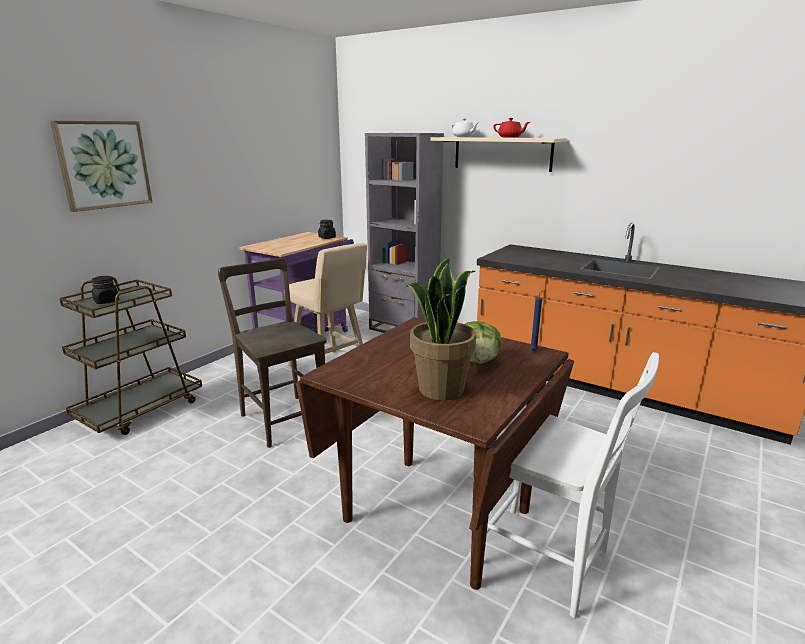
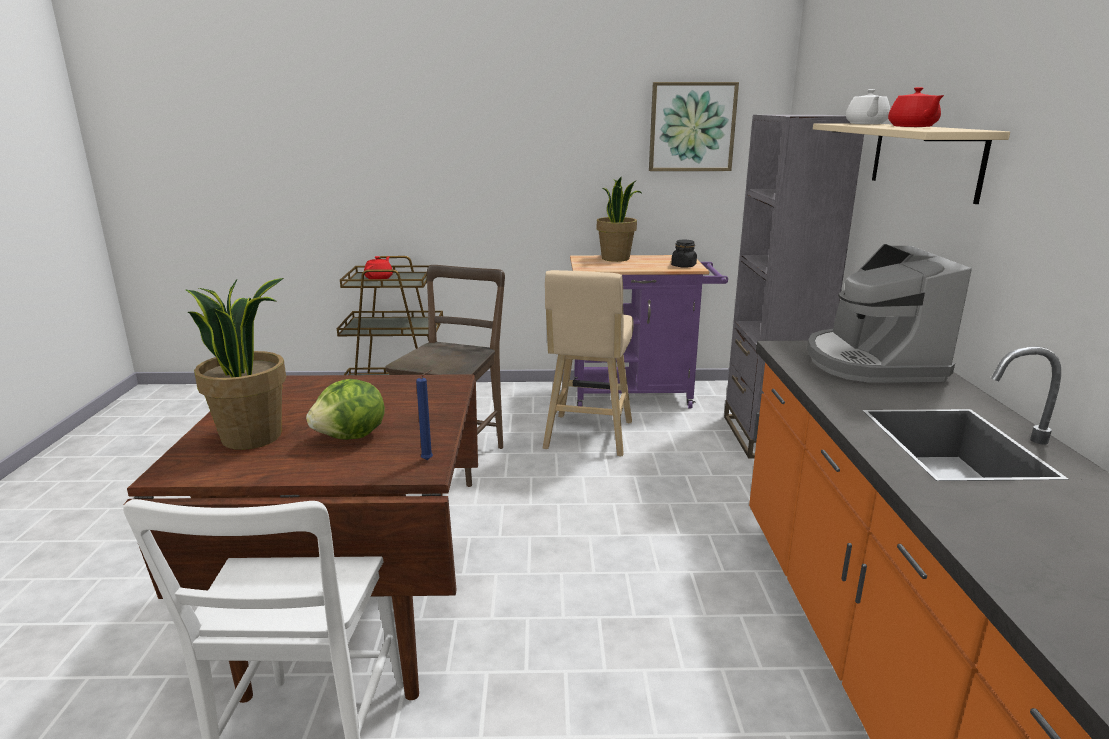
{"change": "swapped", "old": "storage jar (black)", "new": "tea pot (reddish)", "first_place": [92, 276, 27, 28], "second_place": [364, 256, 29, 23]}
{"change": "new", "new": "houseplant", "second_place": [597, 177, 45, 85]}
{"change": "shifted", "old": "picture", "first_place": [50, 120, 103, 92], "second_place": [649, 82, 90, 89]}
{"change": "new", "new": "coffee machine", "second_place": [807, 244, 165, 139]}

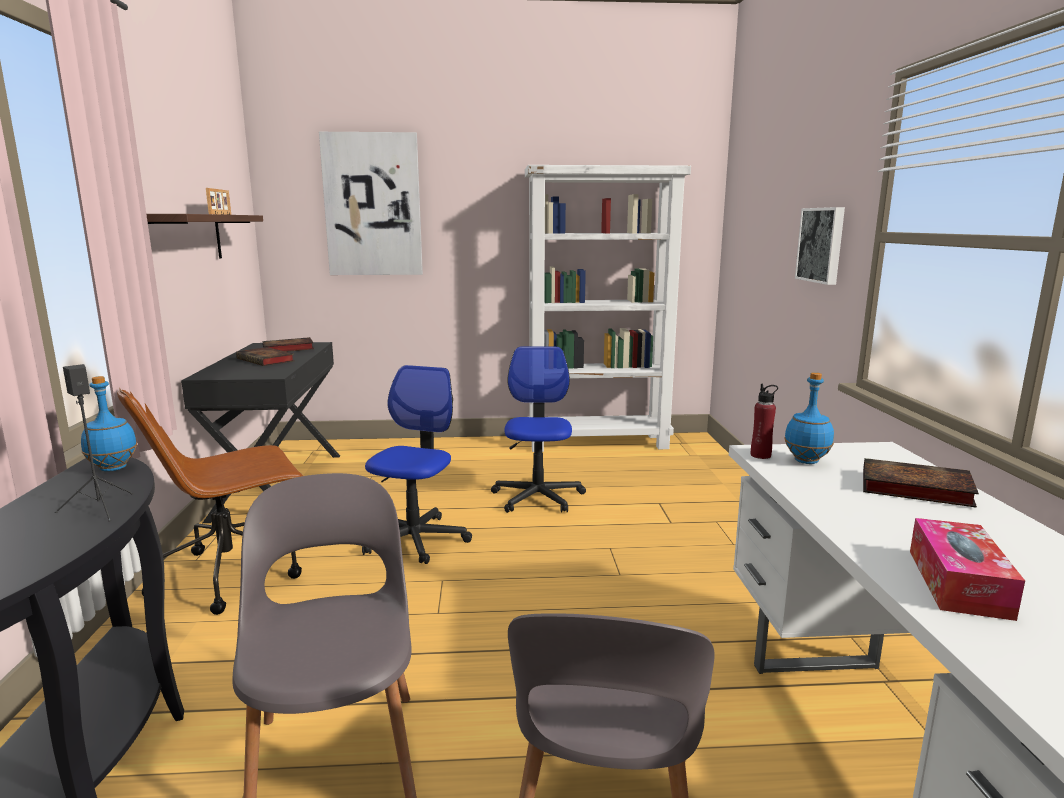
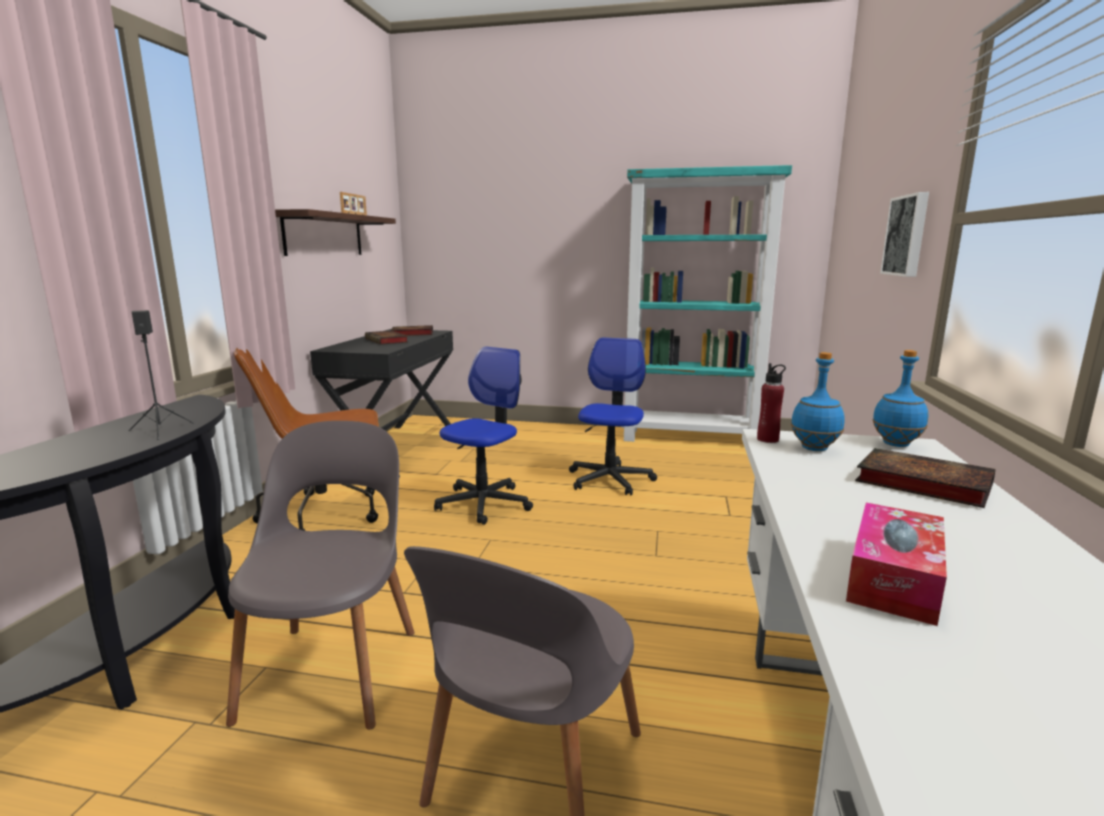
{"change": "repainted", "old": "shelving unit (white)", "new": "shelving unit (turquoise-coloured)", "first_place": [525, 165, 166, 287], "second_place": [621, 165, 171, 277]}
{"change": "shifted", "old": "drink bottle (blue-coloured)", "first_place": [81, 376, 56, 96], "second_place": [872, 350, 56, 97]}
{"change": "gone", "old": "picture", "first_place": [319, 132, 104, 143]}

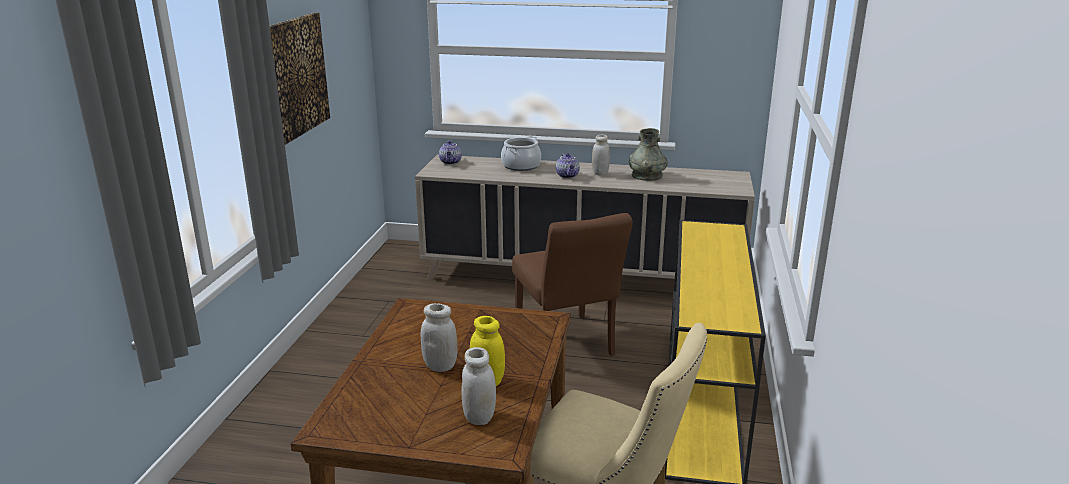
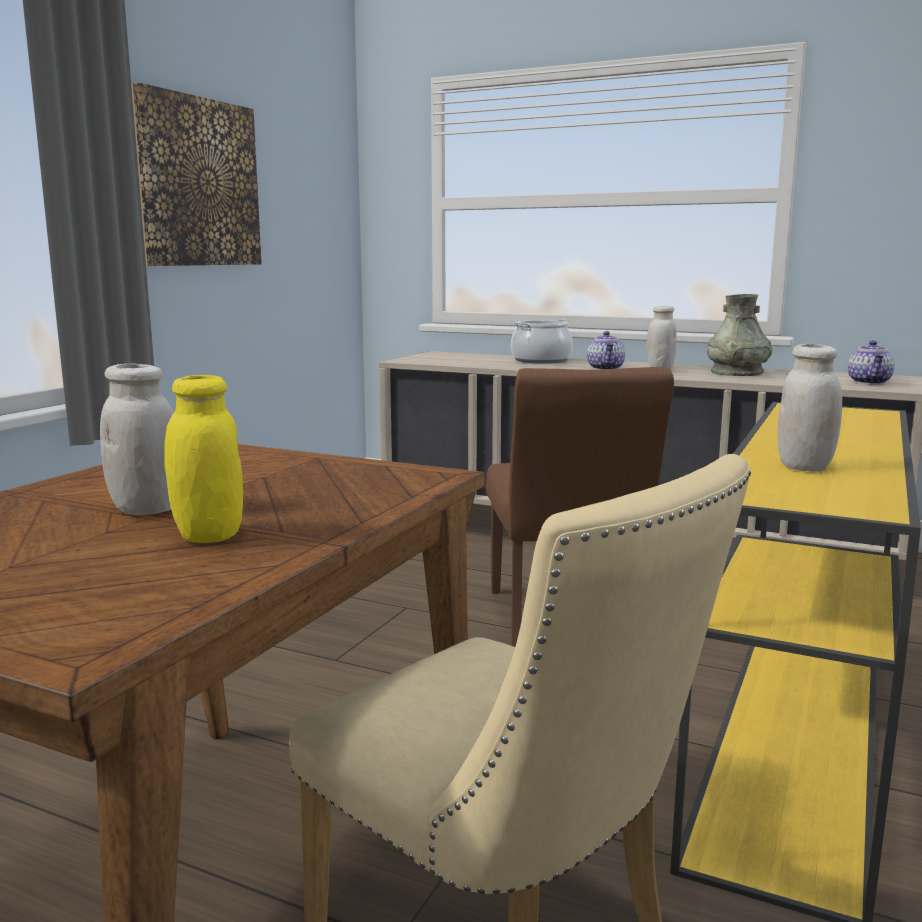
{"change": "shifted", "old": "storage jar (white)", "first_place": [461, 347, 35, 78], "second_place": [777, 344, 65, 128]}
{"change": "shifted", "old": "tea pot", "first_place": [439, 141, 23, 24], "second_place": [848, 341, 47, 44]}

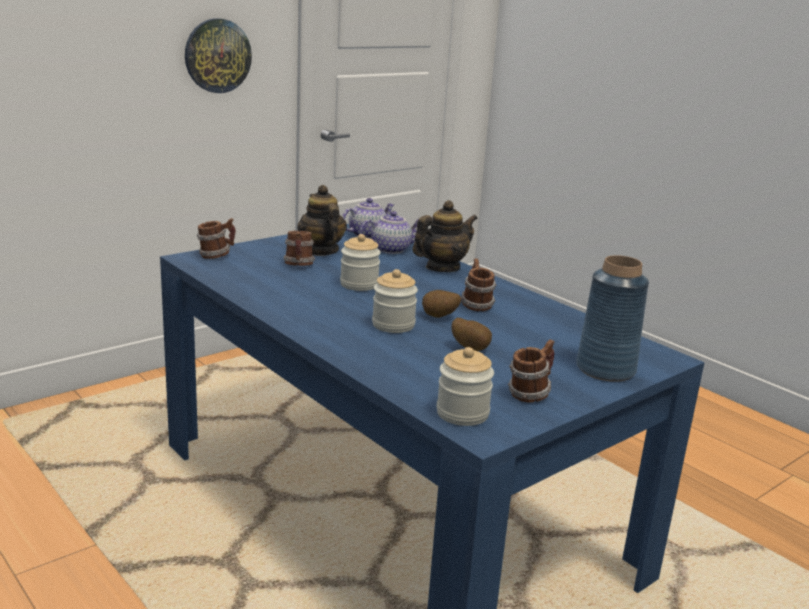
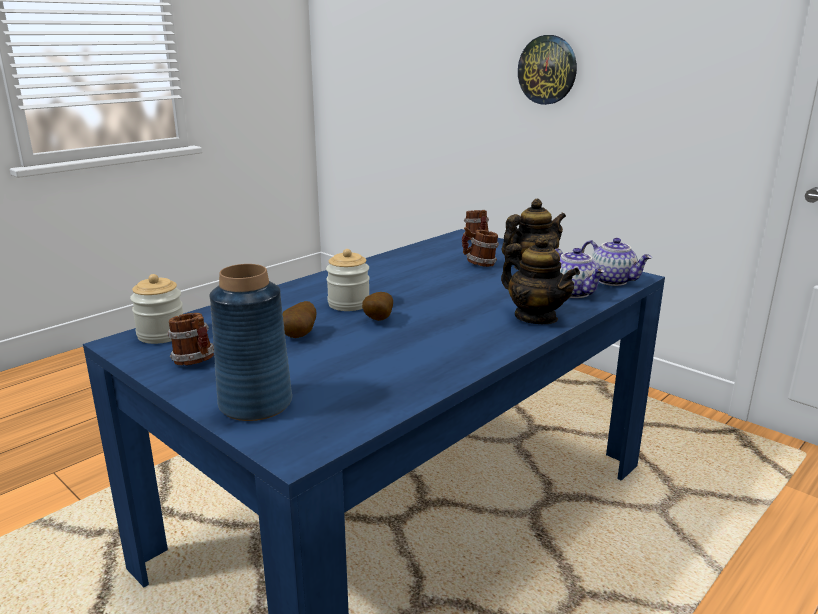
{"change": "shifted", "old": "wall clock", "first_place": [185, 18, 67, 75], "second_place": [518, 35, 59, 70]}
{"change": "gone", "old": "storage jar", "first_place": [340, 234, 41, 57]}
{"change": "gone", "old": "mug", "first_place": [461, 259, 35, 52]}

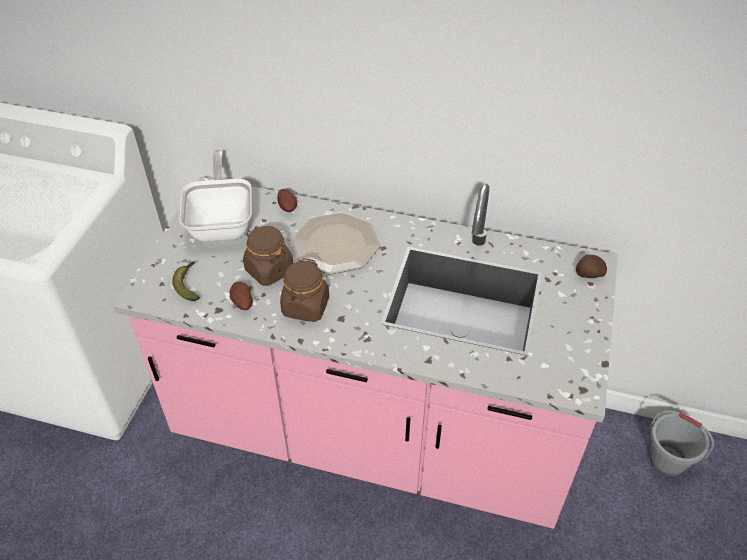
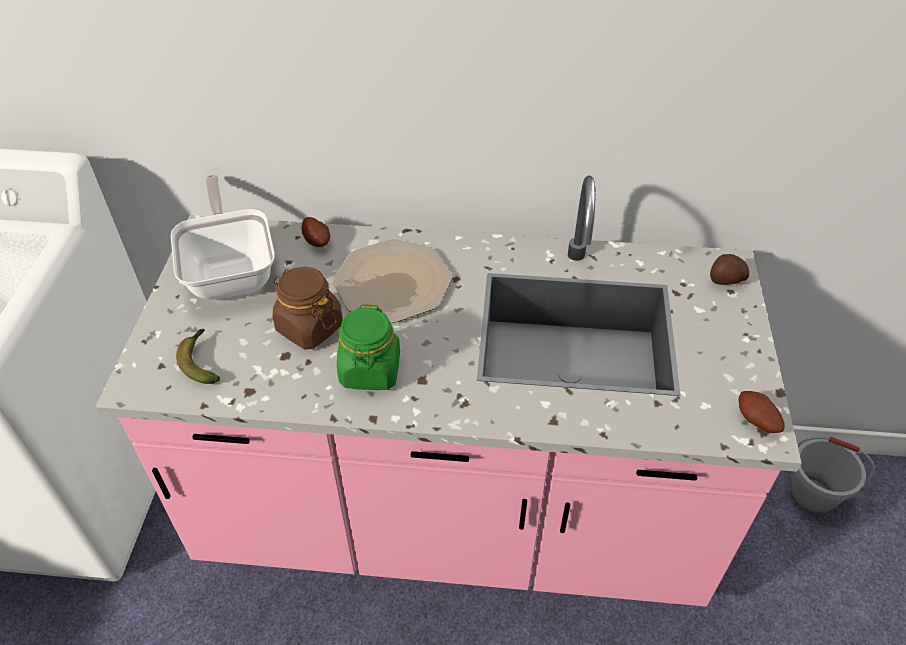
{"change": "repainted", "old": "storage jar (brown)", "new": "storage jar (green)", "first_place": [280, 258, 49, 64], "second_place": [337, 304, 63, 86]}
{"change": "shifted", "old": "whole potato", "first_place": [230, 282, 23, 28], "second_place": [739, 391, 46, 42]}

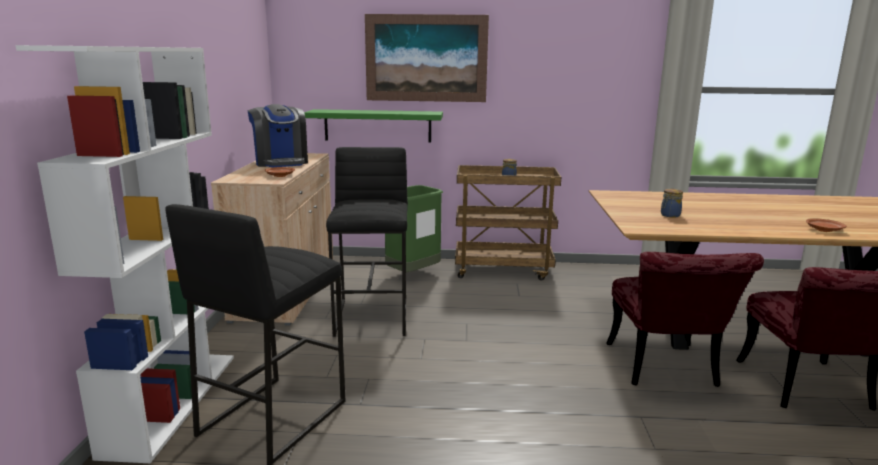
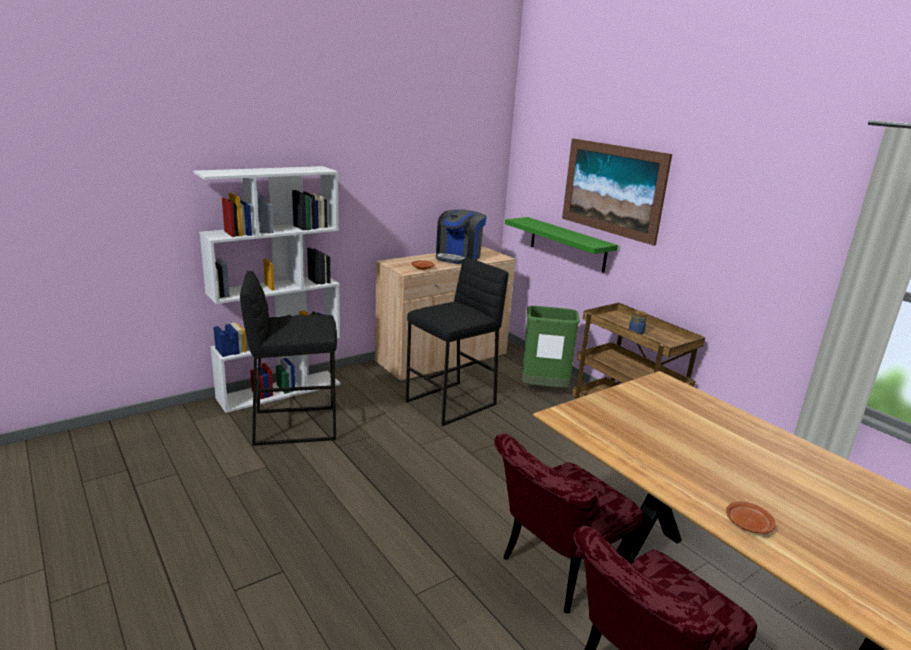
{"change": "gone", "old": "storage jar", "first_place": [661, 189, 22, 29]}

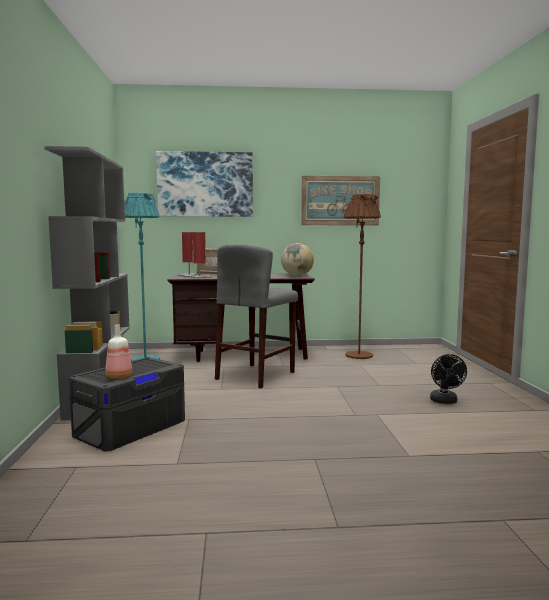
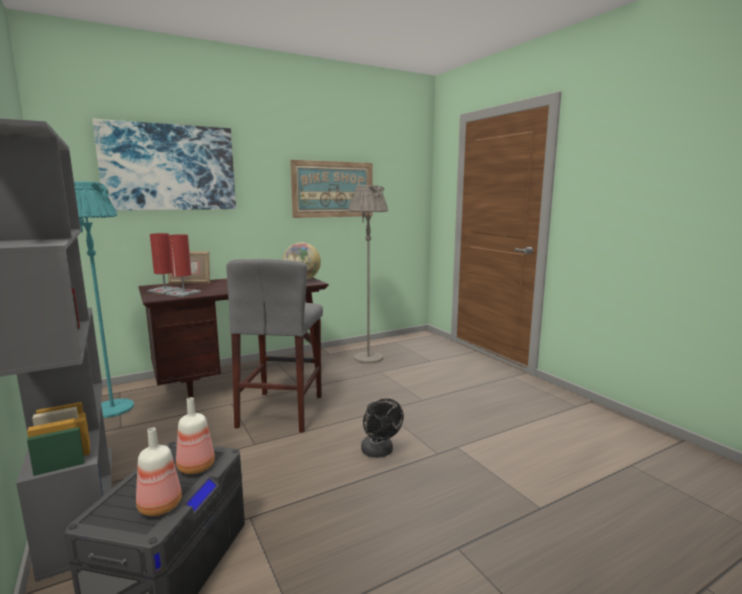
{"change": "new", "new": "drink bottle", "second_place": [176, 397, 39, 77]}
{"change": "repainted", "old": "floor lamp (brown)", "new": "floor lamp (greyish)", "first_place": [344, 194, 37, 165], "second_place": [348, 185, 40, 178]}
{"change": "shifted", "old": "electric fan (black)", "first_place": [430, 354, 37, 50], "second_place": [361, 398, 43, 60]}

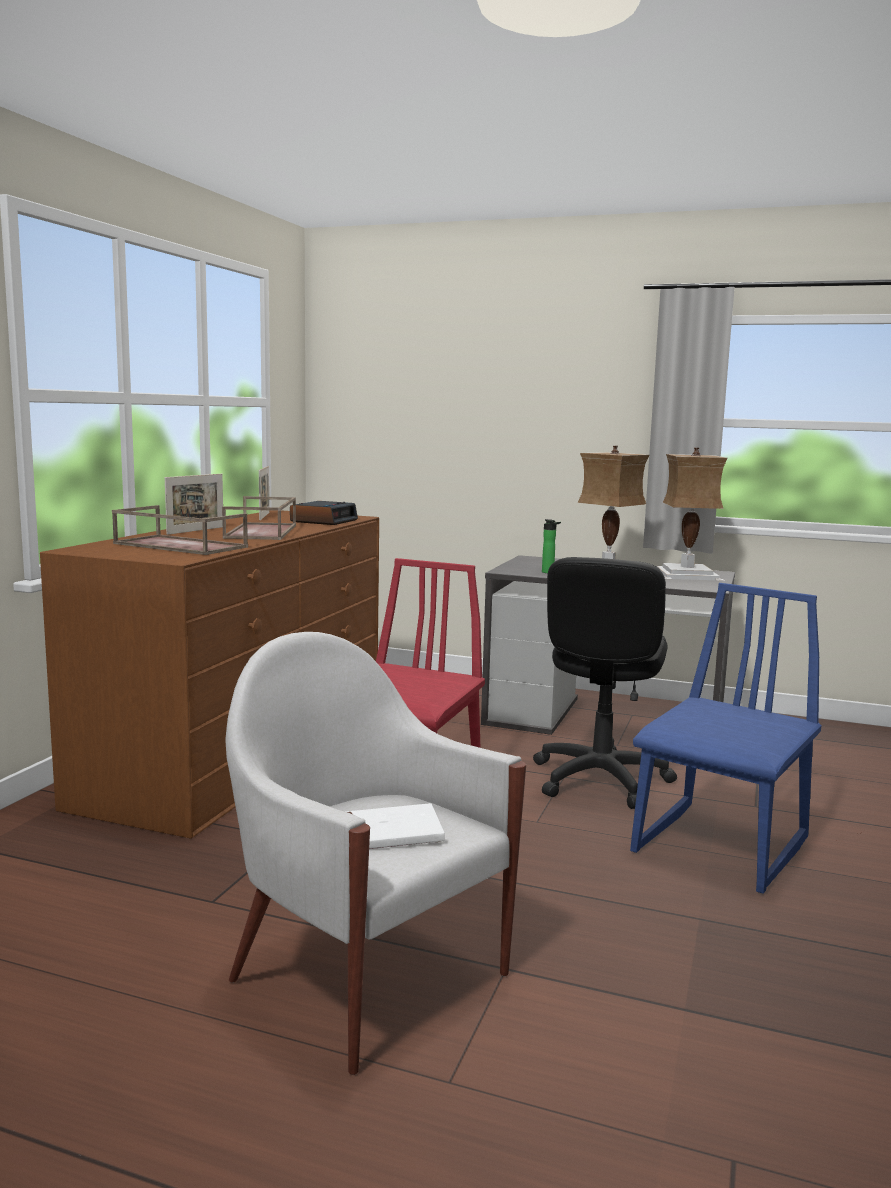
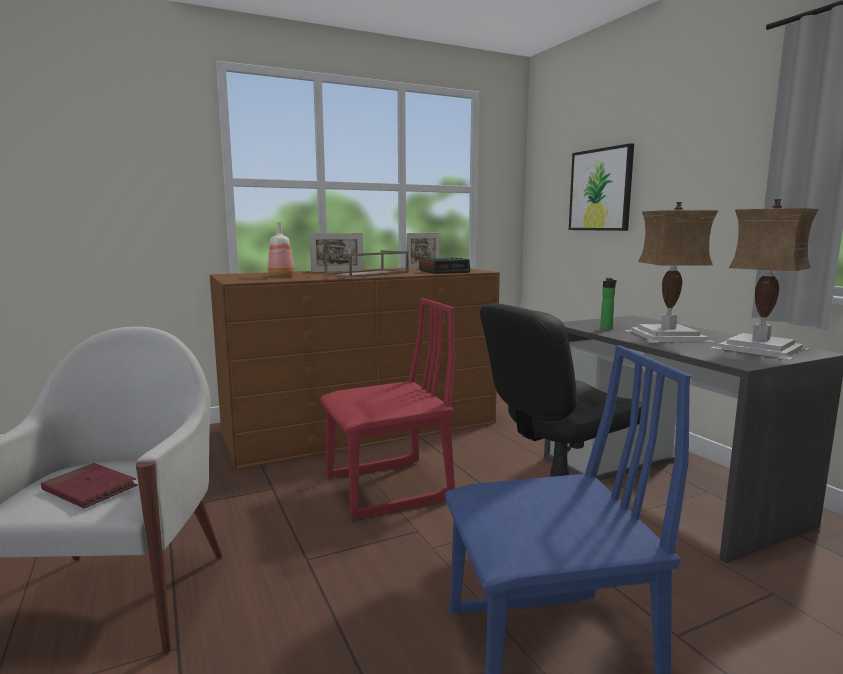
{"change": "repainted", "old": "volume (white)", "new": "volume (reddish)", "first_place": [346, 803, 99, 46], "second_place": [41, 463, 96, 45]}
{"change": "swapped", "old": "serving tray (brown)", "new": "drink bottle", "first_place": [112, 505, 136, 50], "second_place": [268, 222, 27, 55]}
{"change": "new", "new": "picture", "second_place": [569, 143, 65, 88]}

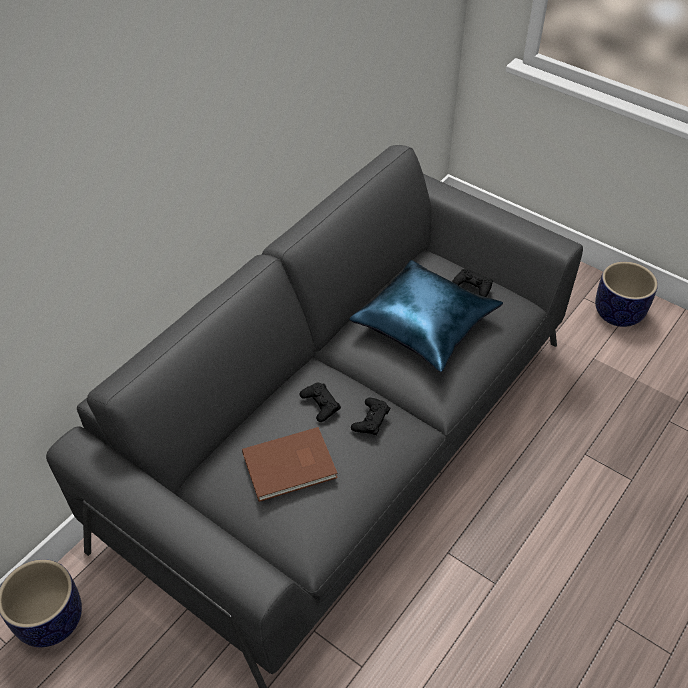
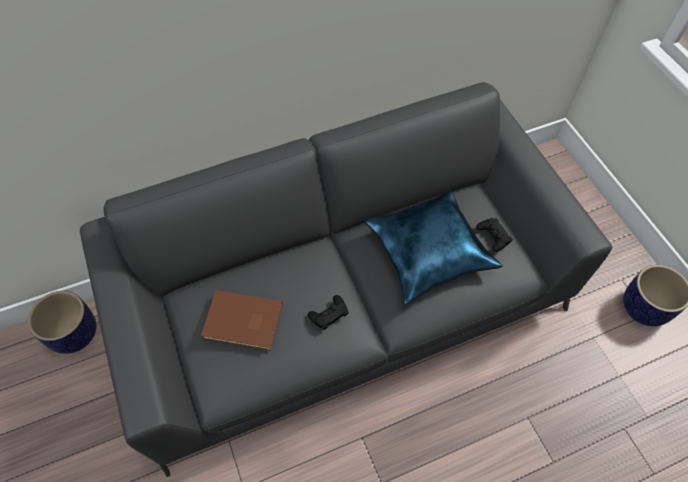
{"change": "gone", "old": "joypad (black)", "first_place": [300, 383, 41, 39]}

